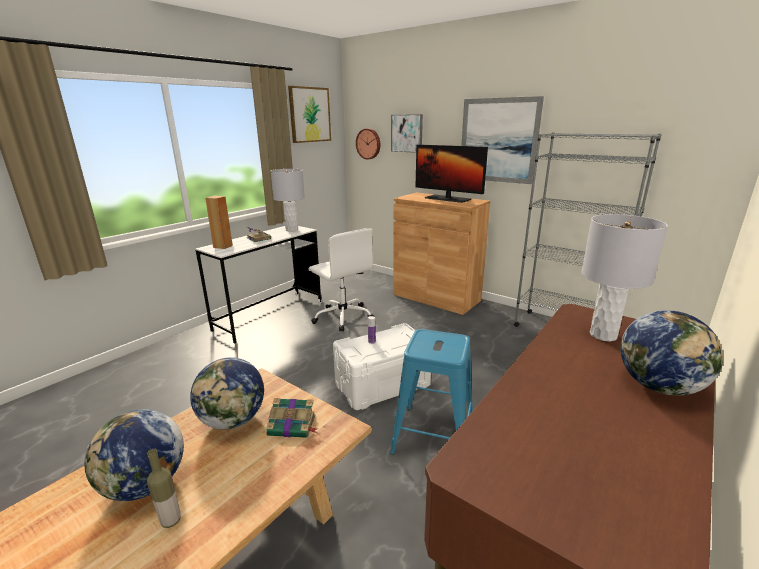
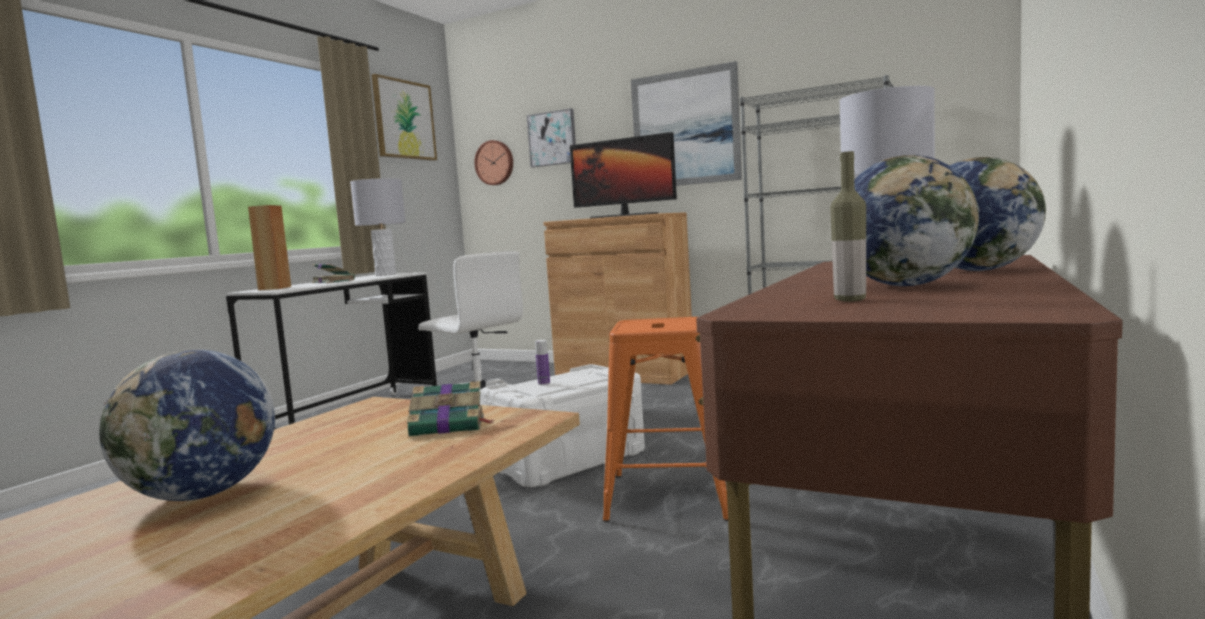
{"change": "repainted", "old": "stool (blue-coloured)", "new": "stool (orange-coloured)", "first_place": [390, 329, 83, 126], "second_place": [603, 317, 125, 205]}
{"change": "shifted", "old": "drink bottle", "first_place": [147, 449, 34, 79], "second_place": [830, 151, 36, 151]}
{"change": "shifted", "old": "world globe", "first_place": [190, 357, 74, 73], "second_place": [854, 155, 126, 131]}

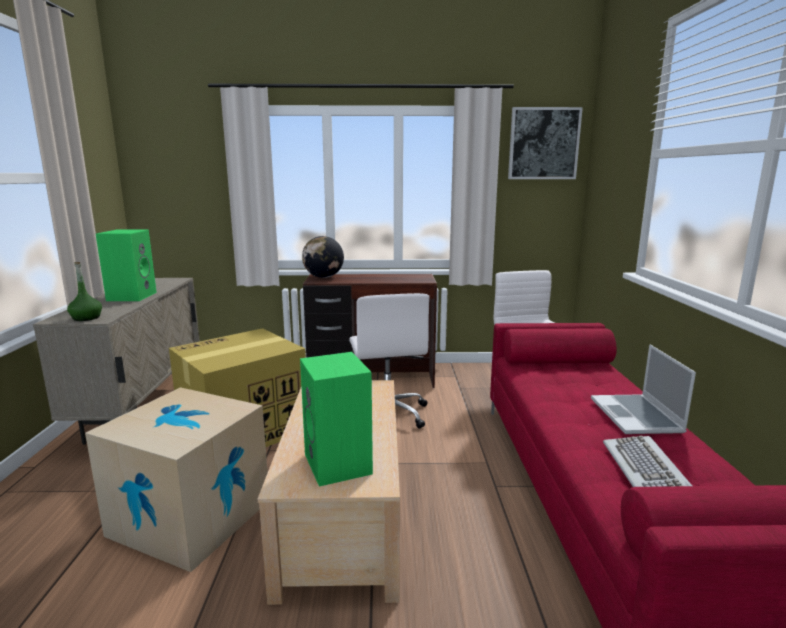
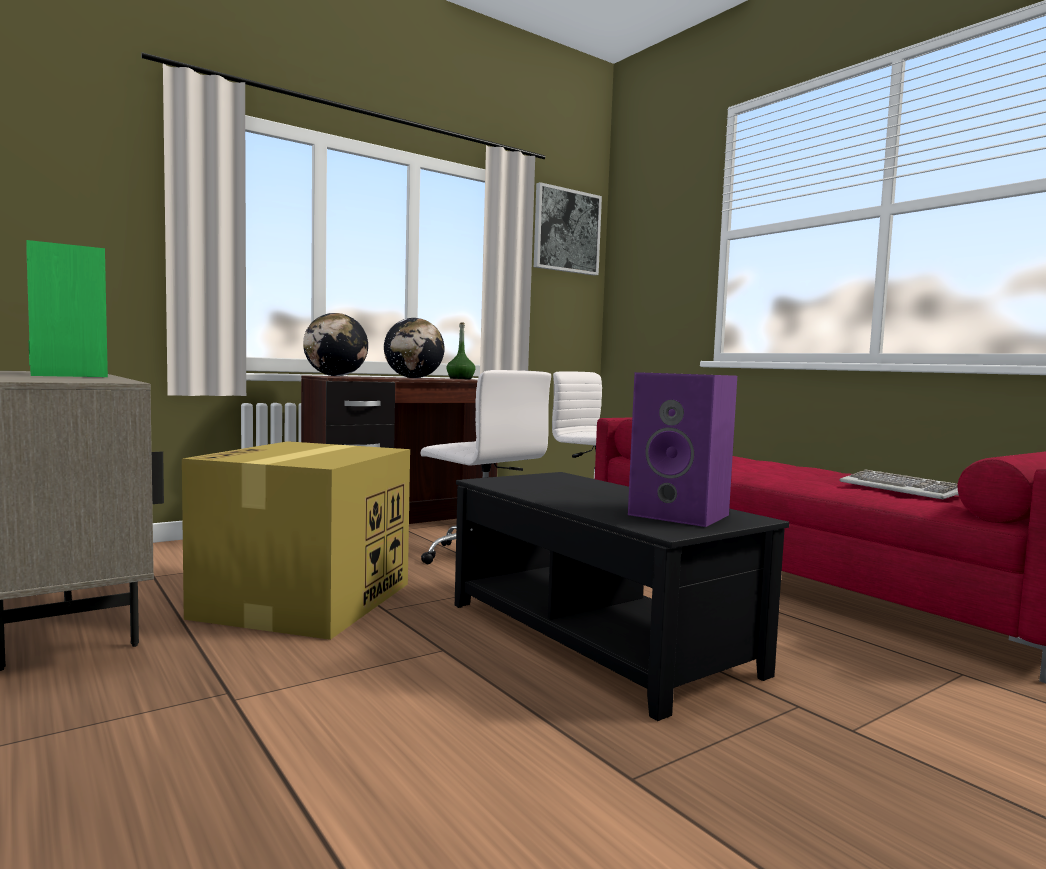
{"change": "new", "new": "world globe", "second_place": [384, 318, 61, 60]}
{"change": "shifted", "old": "drink bottle (green)", "first_place": [67, 262, 35, 59], "second_place": [446, 323, 30, 56]}
{"change": "repainted", "old": "coffee table (beige)", "new": "coffee table (black)", "first_place": [258, 380, 142, 225], "second_place": [455, 472, 334, 249]}
{"change": "repainted", "old": "audio speaker (green)", "new": "audio speaker (purplish)", "first_place": [300, 352, 73, 135], "second_place": [628, 372, 109, 155]}
{"change": "gone", "old": "cardboard box", "first_place": [85, 387, 183, 185]}
{"change": "gone", "old": "notebook computer", "first_place": [591, 344, 105, 90]}

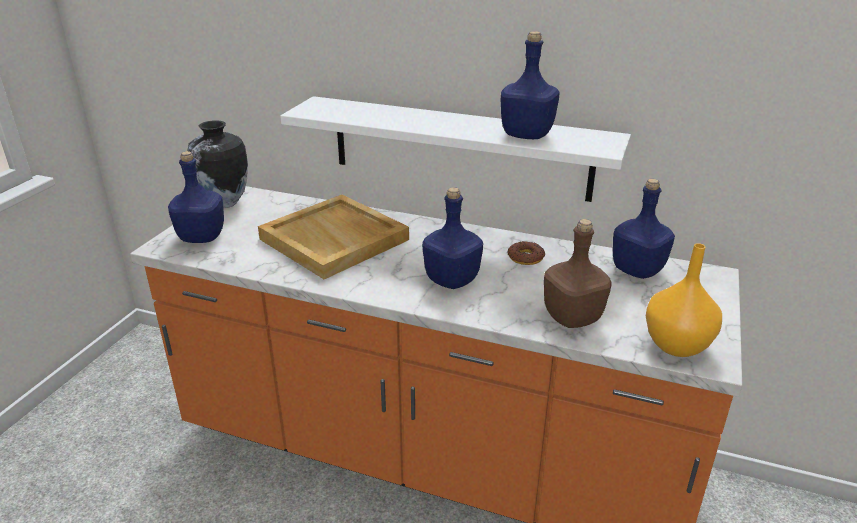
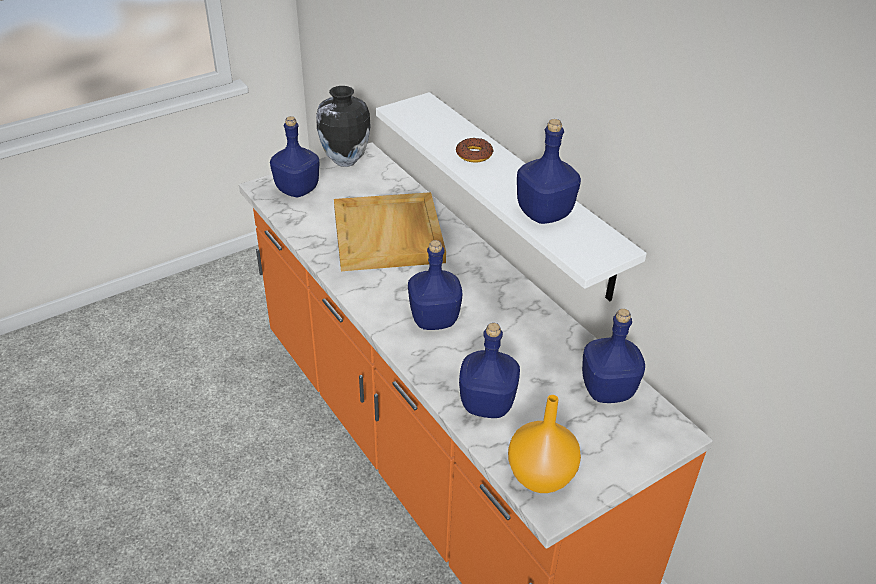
{"change": "shifted", "old": "donut", "first_place": [507, 241, 38, 24], "second_place": [456, 138, 38, 24]}
{"change": "repainted", "old": "drink bottle (brown)", "new": "drink bottle (blue-coloured)", "first_place": [544, 219, 67, 109], "second_place": [459, 323, 61, 95]}

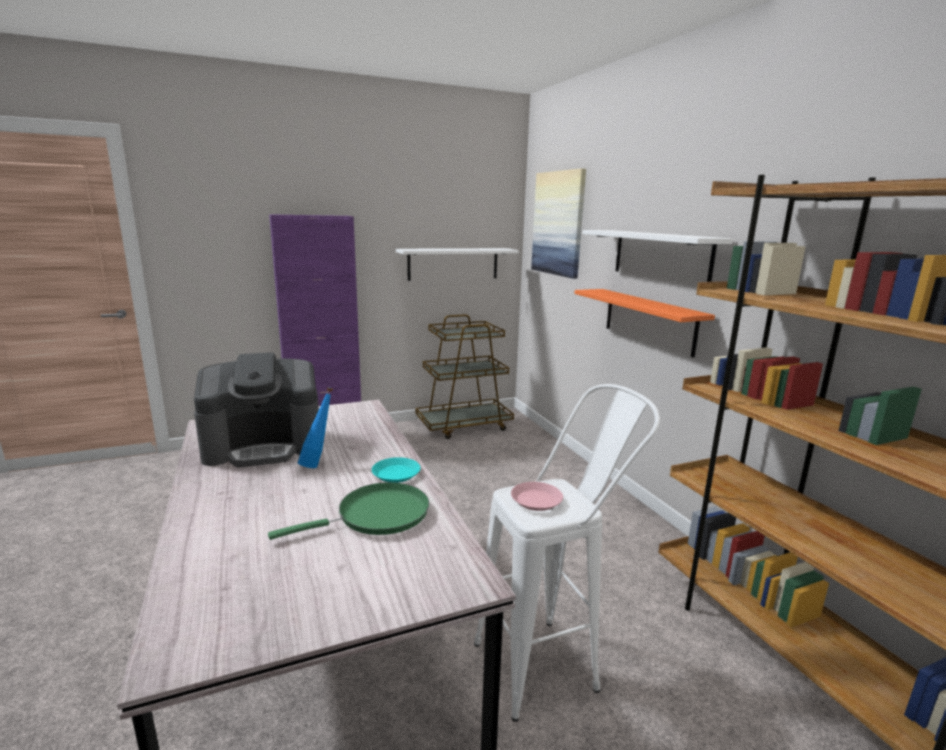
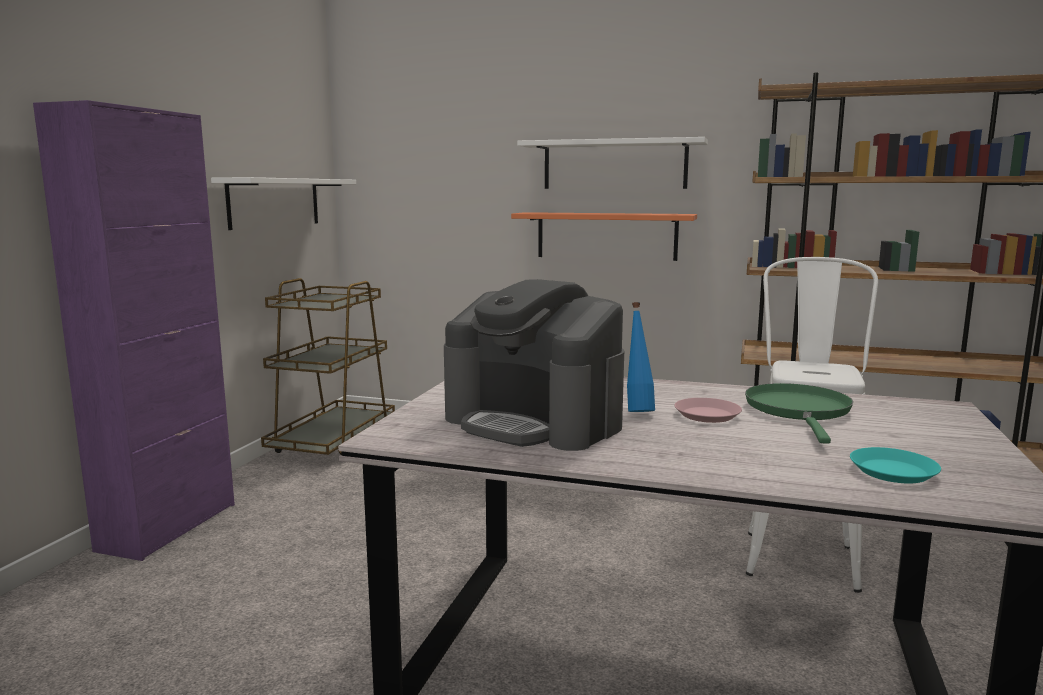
{"change": "rotated", "old": "coffee machine", "first_place": [194, 352, 125, 115], "second_place": [444, 279, 180, 172], "degrees": 105}
{"change": "shifted", "old": "flat dish (pink-coloured)", "first_place": [511, 482, 52, 29], "second_place": [675, 398, 67, 25]}
{"change": "shifted", "old": "flat dish (turquoise-coloured)", "first_place": [372, 457, 49, 26], "second_place": [850, 447, 91, 36]}
{"change": "gone", "old": "picture", "first_place": [531, 168, 55, 111]}

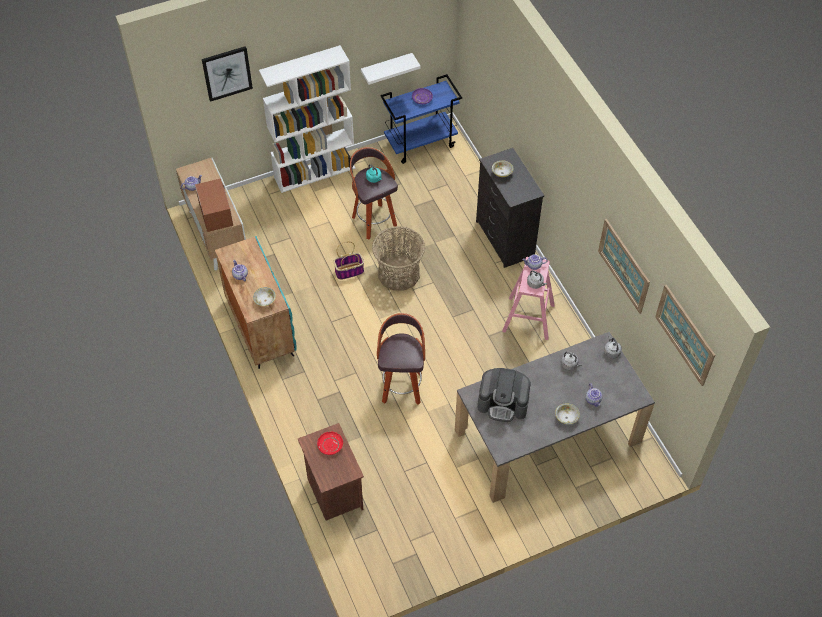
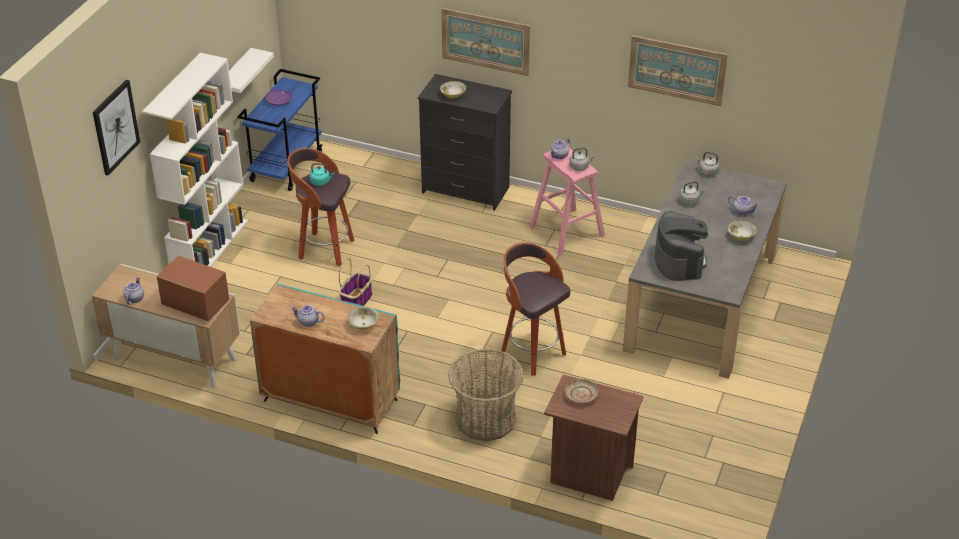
{"change": "shifted", "old": "picture", "first_place": [655, 285, 60, 101], "second_place": [441, 8, 89, 68]}
{"change": "shifted", "old": "storage basket", "first_place": [372, 226, 53, 65], "second_place": [448, 348, 76, 93]}
{"change": "repainted", "old": "flat dish (reddish)", "new": "flat dish (beige)", "first_place": [317, 431, 26, 24], "second_place": [564, 379, 34, 25]}
{"change": "rotated", "old": "coffee machine", "first_place": [478, 368, 53, 54], "second_place": [655, 211, 53, 70], "degrees": -60}

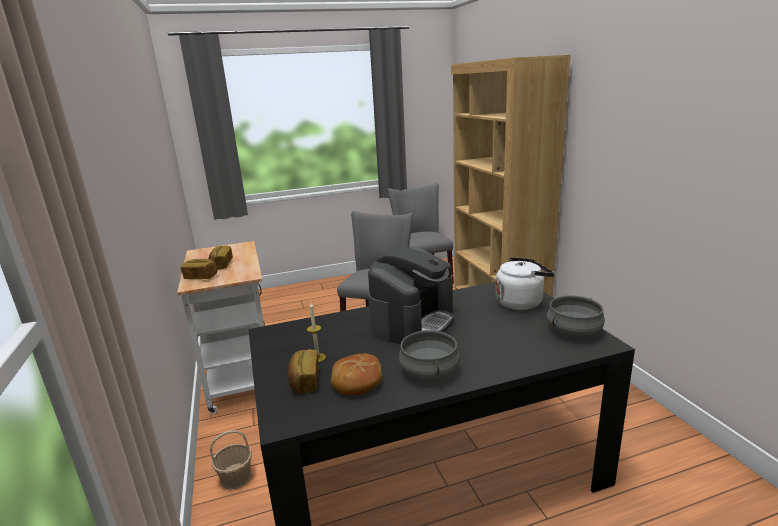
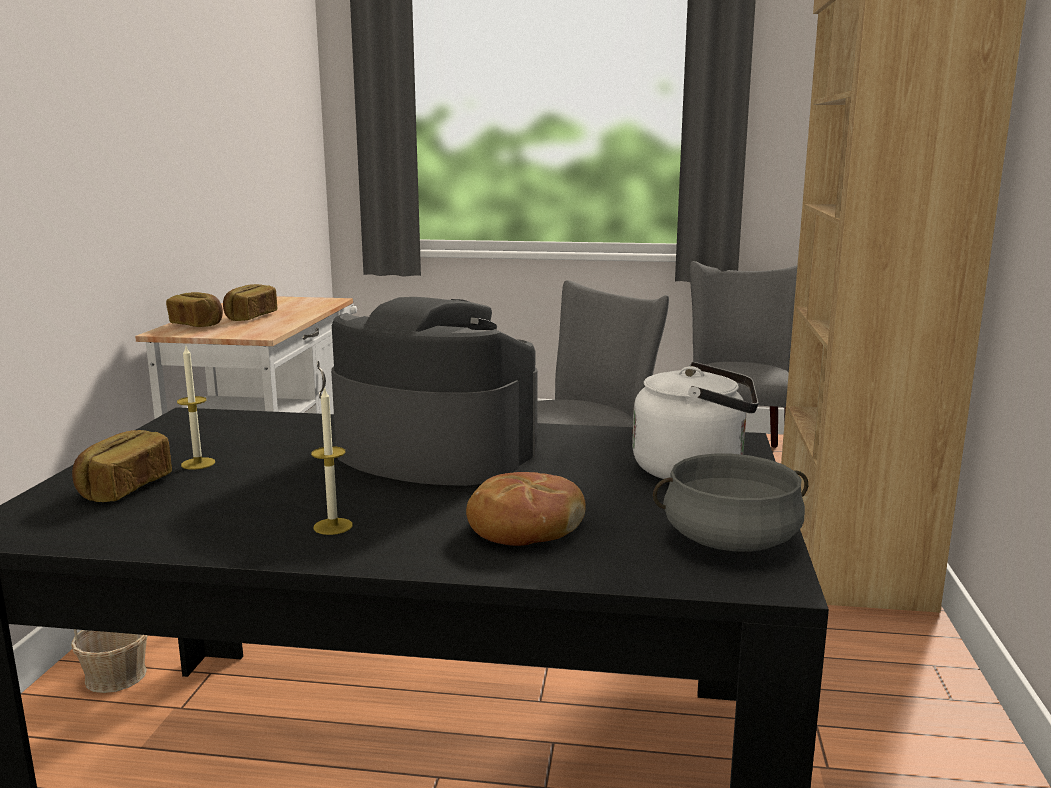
{"change": "swapped", "old": "stockpot (greyish)", "new": "candle", "first_place": [399, 330, 61, 49], "second_place": [311, 386, 42, 149]}
{"change": "rotated", "old": "coffee machine", "first_place": [368, 247, 87, 97], "second_place": [331, 297, 207, 189], "degrees": -120}
{"change": "shifted", "old": "baked bread", "first_place": [331, 353, 51, 42], "second_place": [466, 472, 120, 74]}

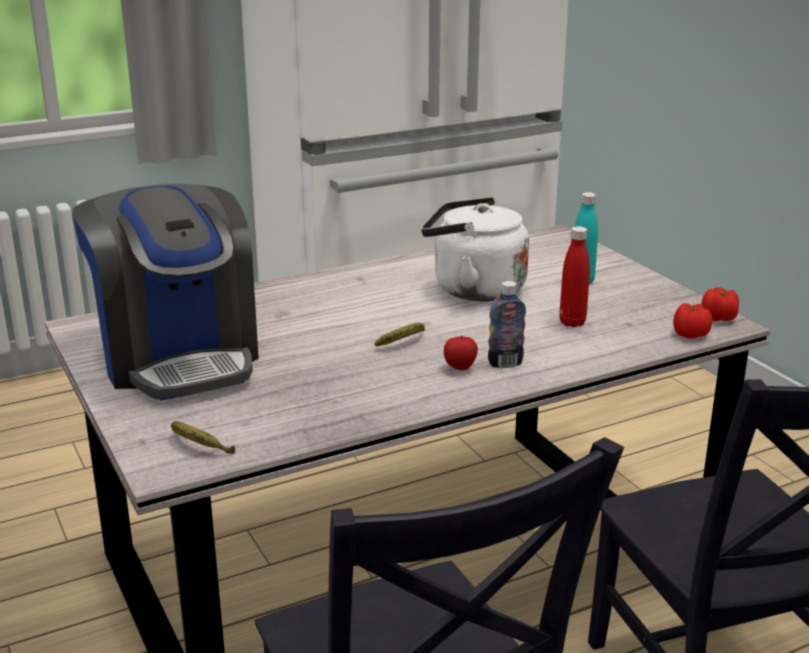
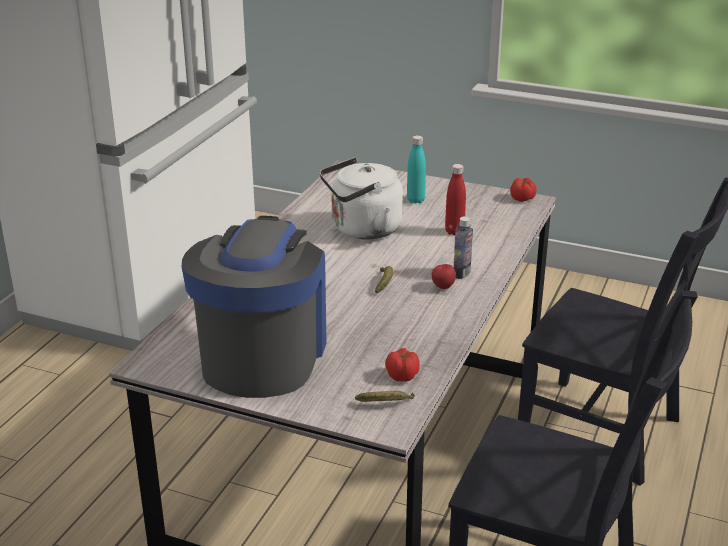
{"change": "rotated", "old": "coffee machine", "first_place": [72, 184, 187, 217], "second_place": [182, 216, 145, 182], "degrees": -105}
{"change": "shifted", "old": "whole tomato", "first_place": [673, 303, 39, 36], "second_place": [385, 348, 35, 34]}

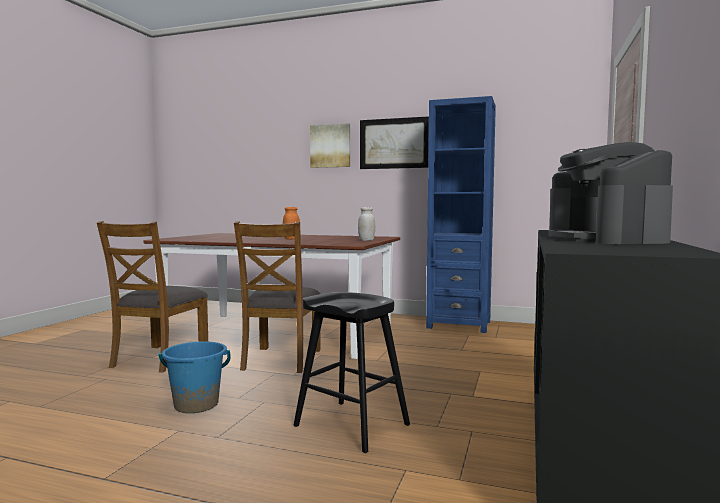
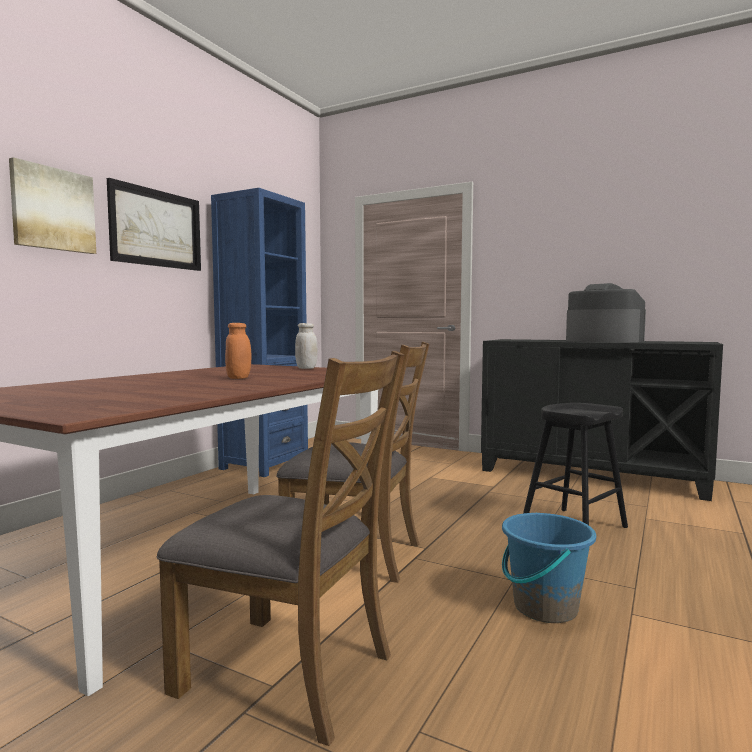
{"change": "rotated", "old": "coffee machine", "first_place": [548, 142, 125, 102], "second_place": [566, 283, 80, 59], "degrees": -135}

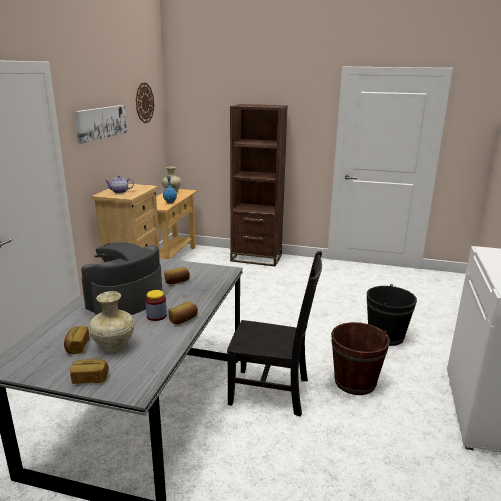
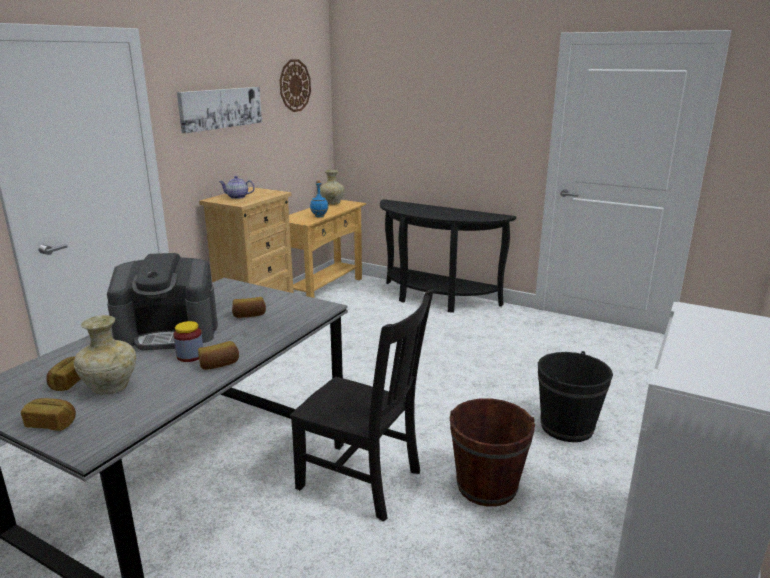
{"change": "rotated", "old": "coffee machine", "first_place": [81, 242, 81, 73], "second_place": [107, 253, 111, 97], "degrees": -150}
{"change": "swapped", "old": "shelving unit (brown)", "new": "console table (black)", "first_place": [230, 104, 58, 163], "second_place": [380, 199, 136, 114]}

